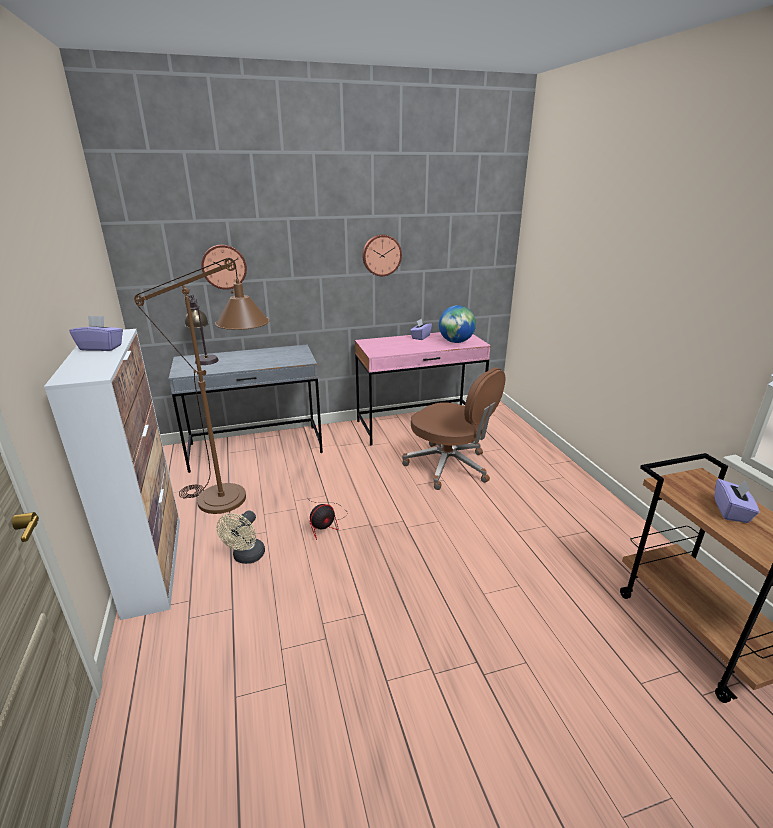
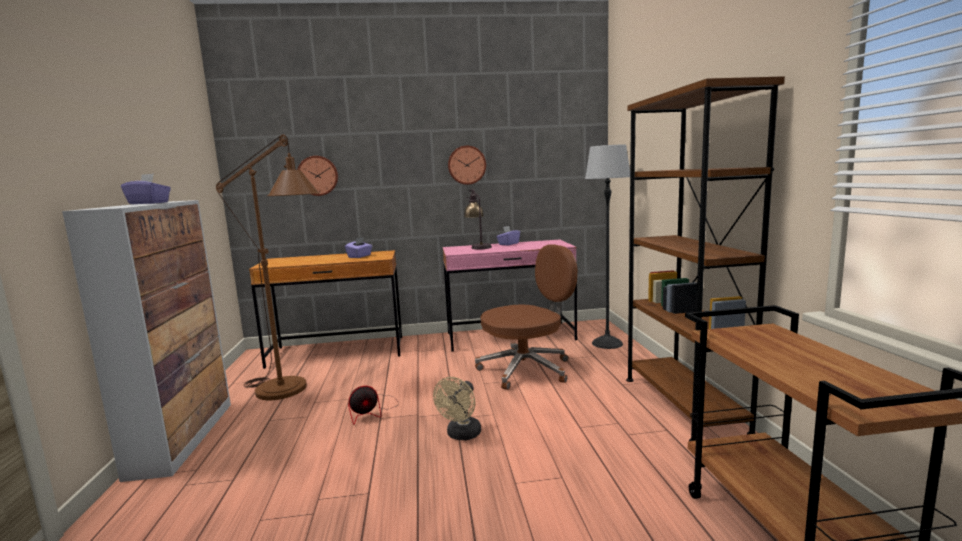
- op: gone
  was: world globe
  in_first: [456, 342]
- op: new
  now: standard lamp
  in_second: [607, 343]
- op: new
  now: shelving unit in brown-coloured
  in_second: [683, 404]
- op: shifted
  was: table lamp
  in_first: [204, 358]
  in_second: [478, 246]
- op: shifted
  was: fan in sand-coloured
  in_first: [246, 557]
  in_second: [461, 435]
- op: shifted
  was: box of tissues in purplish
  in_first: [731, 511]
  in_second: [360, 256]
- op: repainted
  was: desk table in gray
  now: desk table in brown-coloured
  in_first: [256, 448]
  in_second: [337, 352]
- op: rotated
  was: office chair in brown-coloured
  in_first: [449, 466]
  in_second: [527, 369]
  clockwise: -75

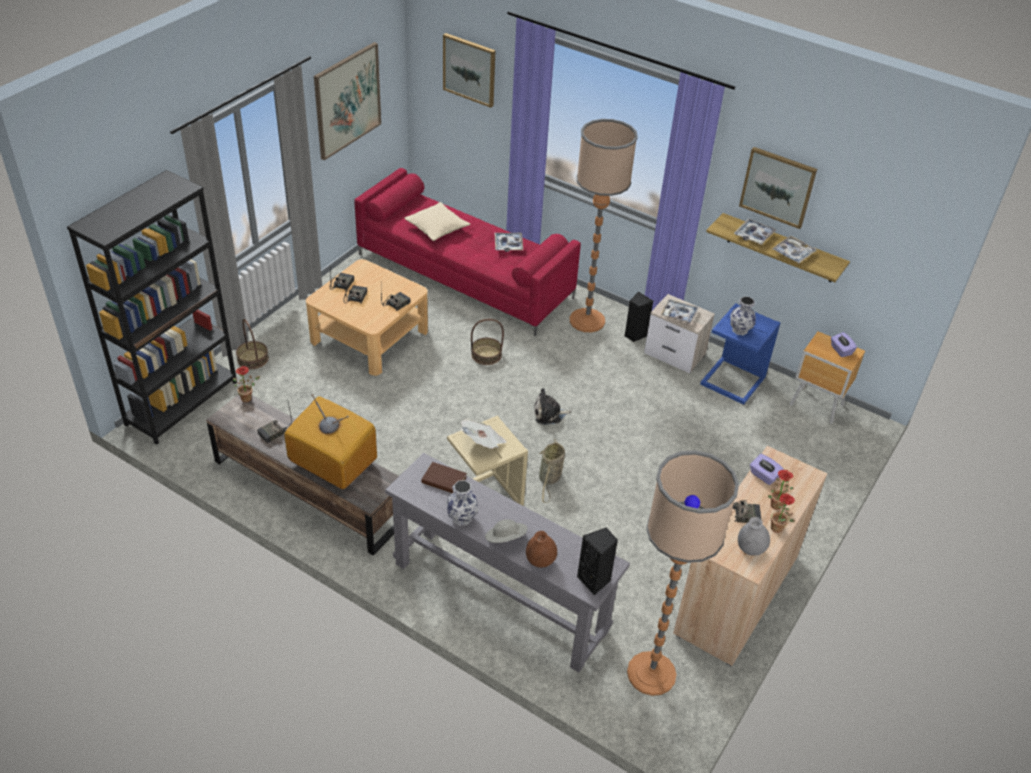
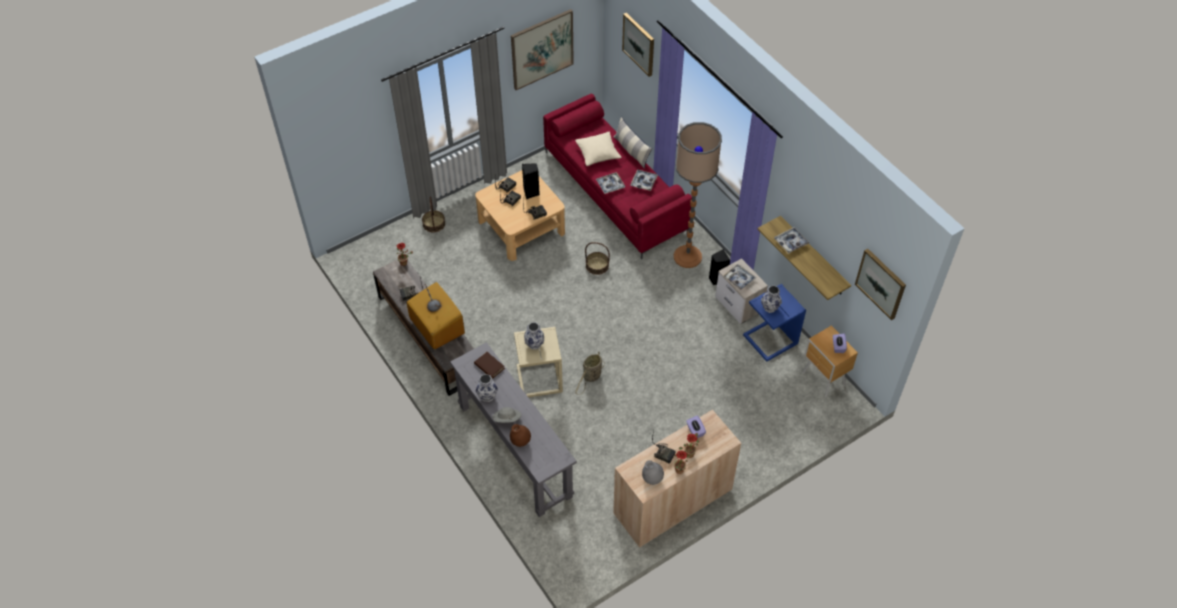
- op: gone
  was: shelving unit in black
  in_first: [182, 403]
- op: gone
  was: plush toy
  in_first: [549, 414]
- op: gone
  was: standard lamp
  in_first: [651, 674]
- op: new
  now: throw pillow
  in_second: [631, 151]
- op: shifted
  was: speaker in black
  in_first: [595, 581]
  in_second: [531, 193]
- op: shifted
  was: wall picture
  in_first: [778, 187]
  in_second: [881, 283]
- op: shifted
  was: carrying tray
  in_first: [793, 253]
  in_second: [610, 185]
- op: swapped
  was: newspaper
  now: decorative vase
  in_first: [483, 442]
  in_second: [535, 344]

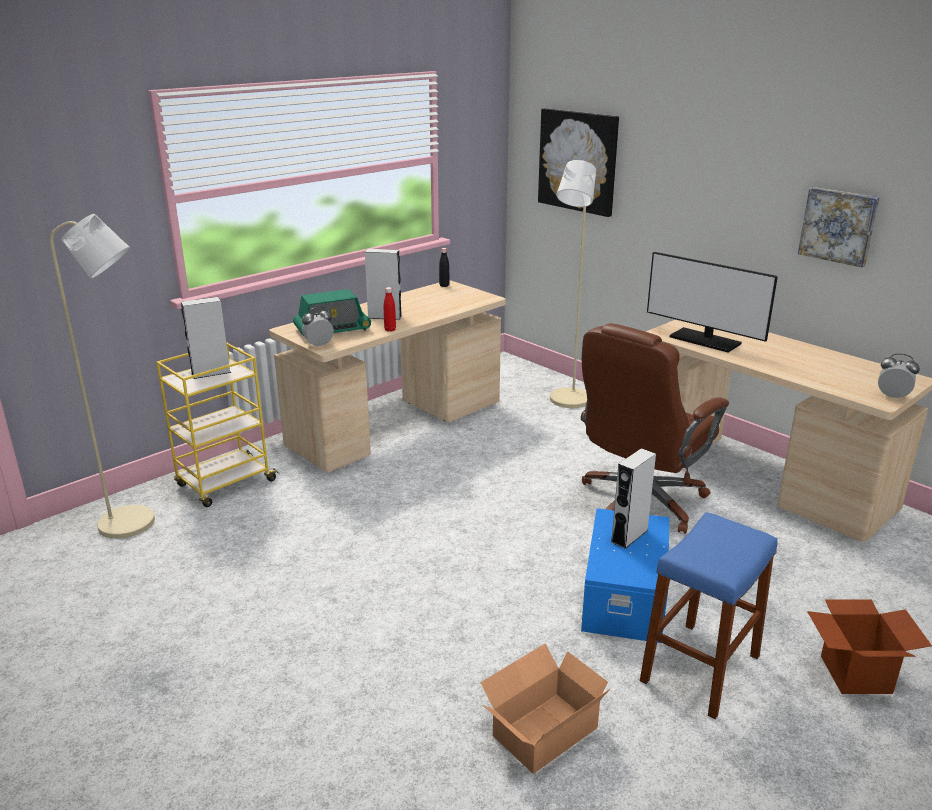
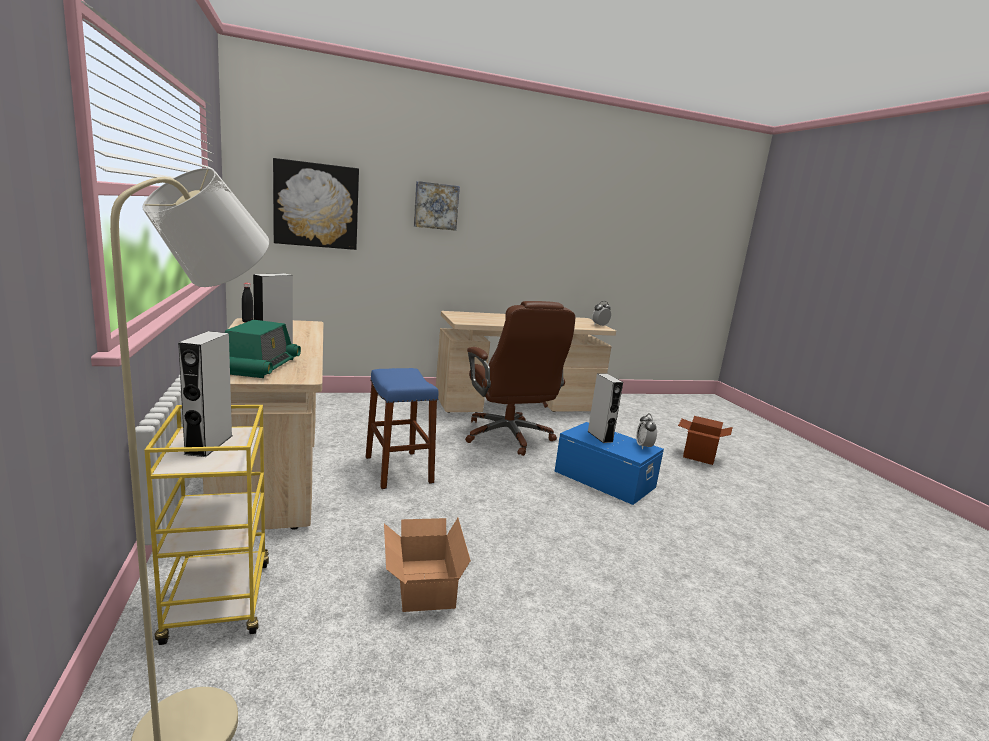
- op: gone
  was: beverage bottle in reddish
  in_first: [390, 330]
- op: gone
  was: standard lamp in sand-coloured
  in_first: [567, 402]
- op: gone
  was: computer display
  in_first: [705, 340]
- op: shifted
  was: bedside clock
  in_first: [319, 345]
  in_second: [644, 446]
- op: shifted
  was: packing box
  in_first: [540, 730]
  in_second: [422, 585]
- op: shifted
  was: stool in bluish
  in_first: [700, 668]
  in_second: [398, 469]
- op: shifted
  was: wall picture
  in_first: [839, 226]
  in_second: [436, 206]

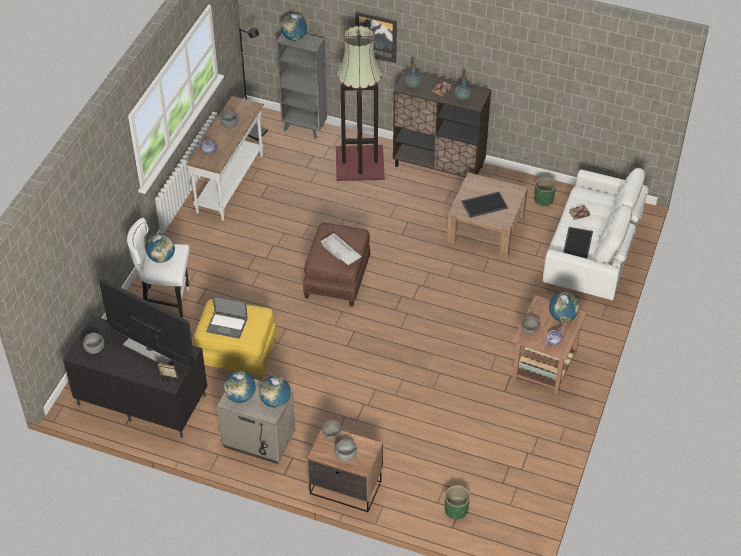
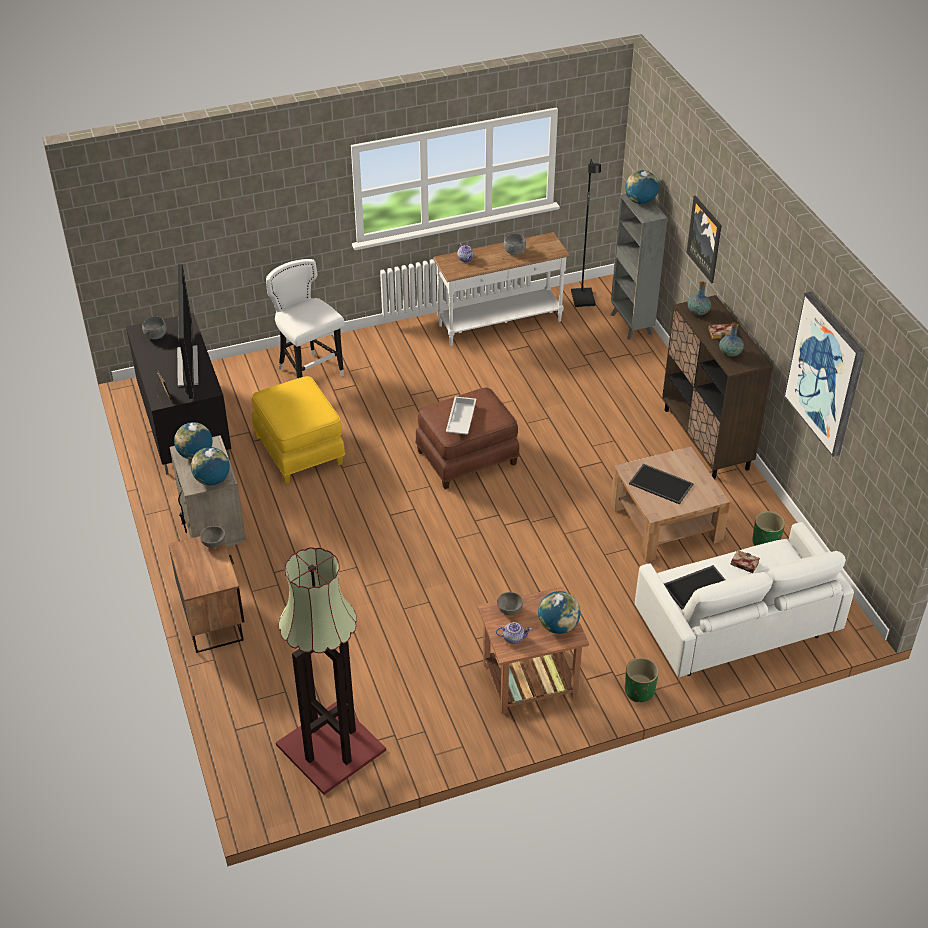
- op: gone
  was: world globe
  in_first: [161, 258]
- op: gone
  was: laptop
  in_first: [227, 325]
- op: gone
  was: deep dish in gray
  in_first: [346, 455]
- op: new
  now: wall picture
  in_second: [825, 373]
- op: shifted
  was: standard lamp
  in_first: [360, 164]
  in_second: [330, 749]
- op: shifted
  was: plant pot in greenish
  in_first: [456, 510]
  in_second: [639, 691]

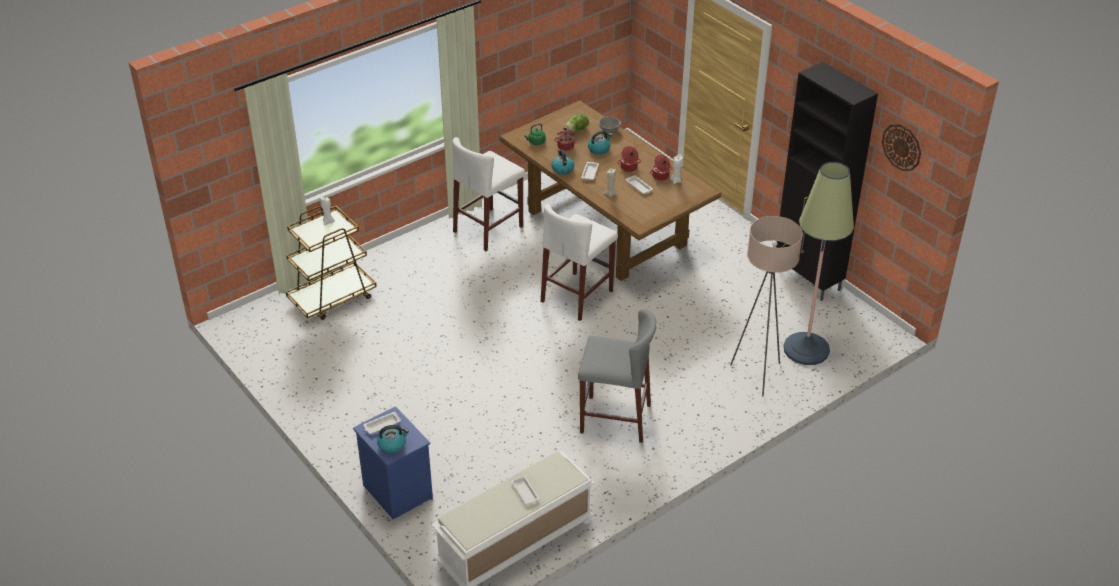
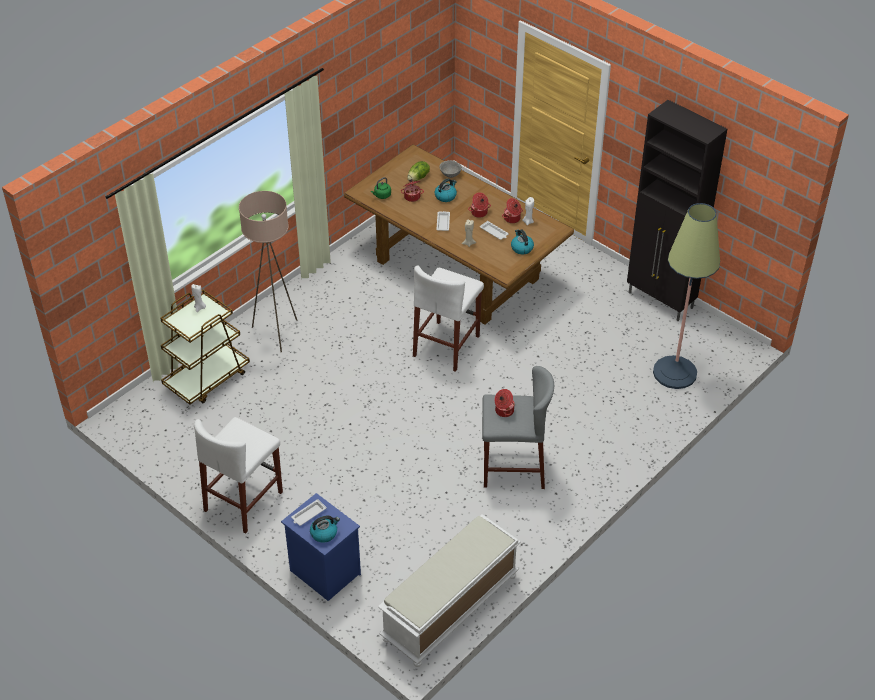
- op: gone
  was: carrying tray in whitish
  in_first: [525, 492]
- op: gone
  was: wall clock
  in_first: [901, 147]
- op: new
  now: stockpot
  in_second: [503, 411]
- op: shifted
  was: stool in whitish
  in_first: [488, 229]
  in_second: [243, 501]
- op: shifted
  was: tea kettle
  in_first: [562, 169]
  in_second: [521, 248]
- op: shifted
  was: standard lamp in sand-coloured
  in_first: [757, 375]
  in_second: [276, 333]

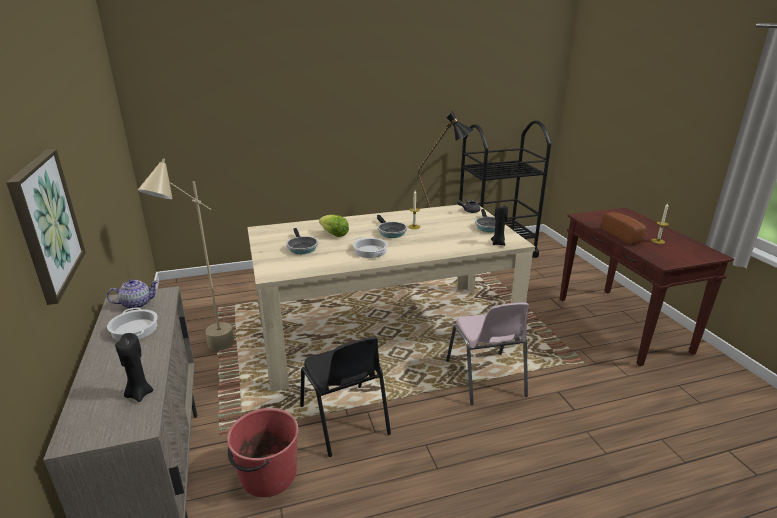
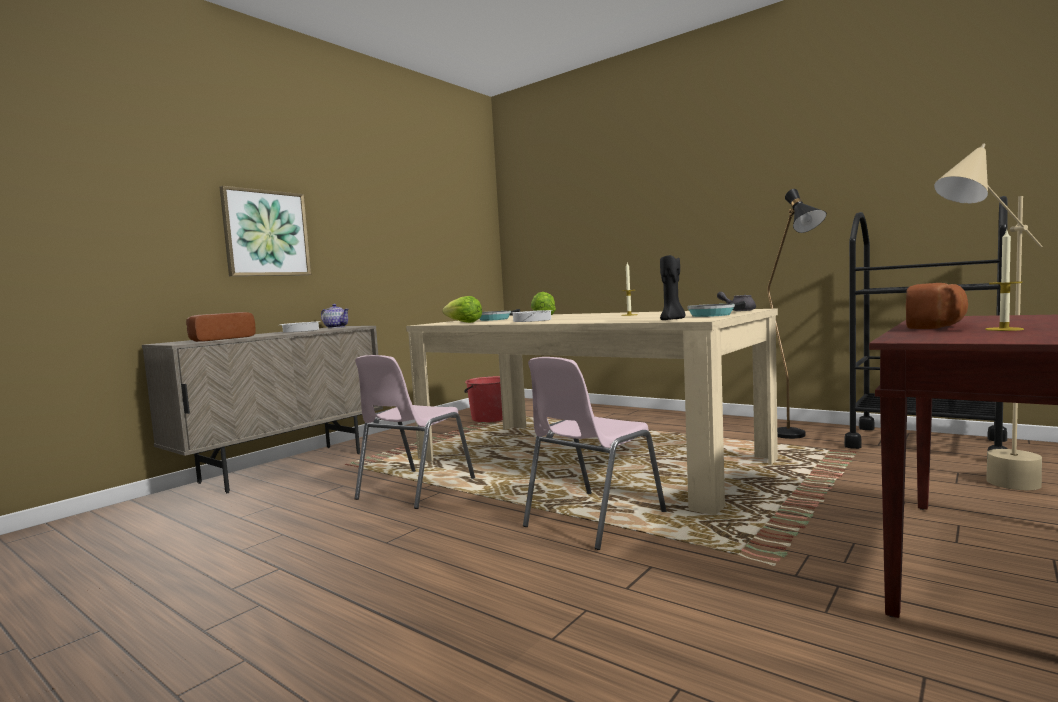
- op: gone
  was: skillet
  in_first: [390, 232]
- op: new
  now: head of lettuce
  in_second: [464, 322]
- op: shifted
  was: standard lamp in sand-coloured
  in_first: [208, 356]
  in_second: [987, 488]
- op: shifted
  was: water bucket in reddish
  in_first: [267, 475]
  in_second: [489, 418]
- op: swapped
  was: wax light in black
  now: bakery bread
  in_first: [139, 394]
  in_second: [220, 339]
- op: repainted
  was: chair in black
  now: chair in pink-coloured
  in_first: [345, 420]
  in_second: [414, 489]

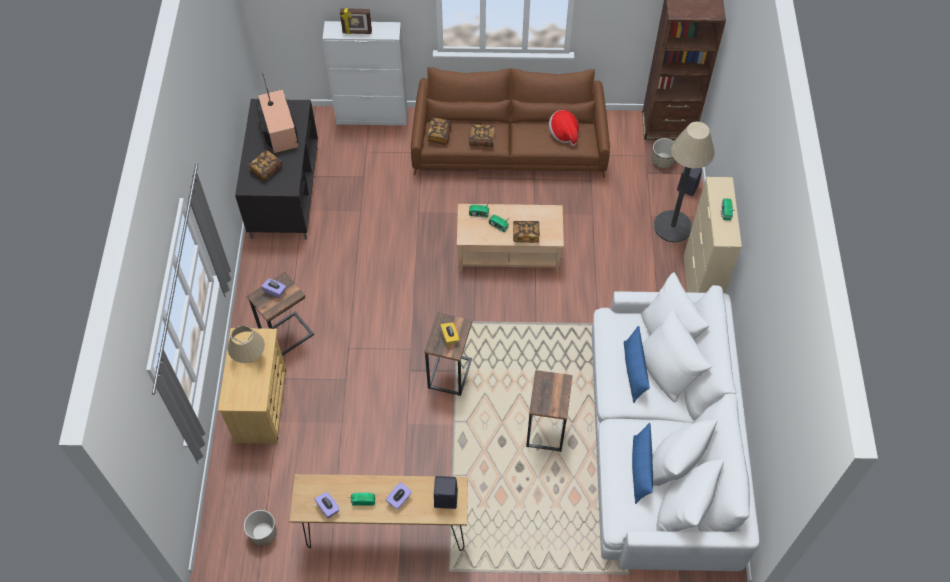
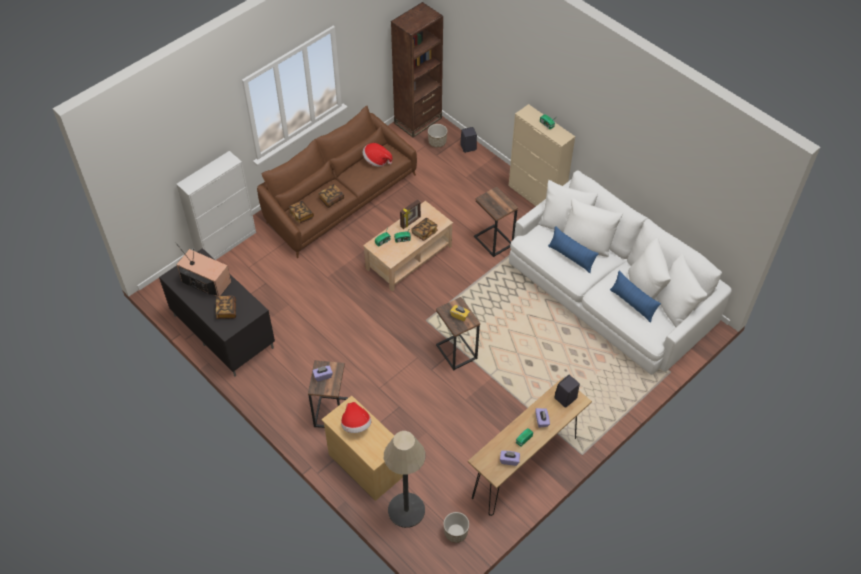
- op: shifted
  was: photo frame
  in_first: [357, 32]
  in_second: [410, 222]
- op: shifted
  was: accent table
  in_first: [545, 429]
  in_second: [493, 241]
- op: shifted
  was: standard lamp
  in_first: [672, 226]
  in_second: [406, 510]
- op: swapped
  was: table lamp in sand-coloured
  now: clothing hat
  in_first: [250, 357]
  in_second: [356, 425]

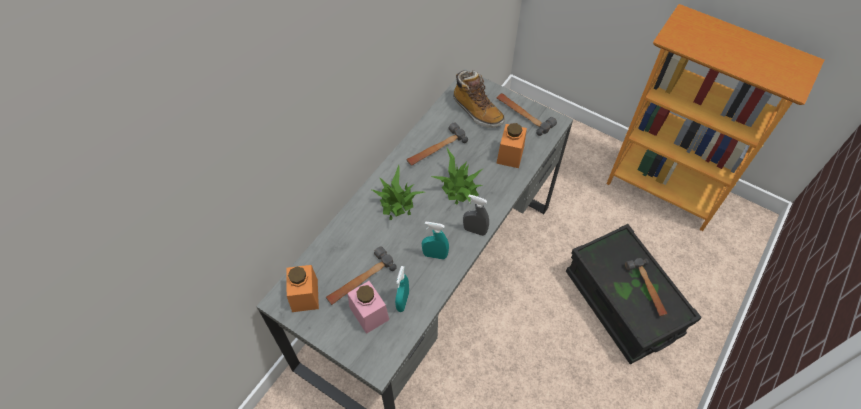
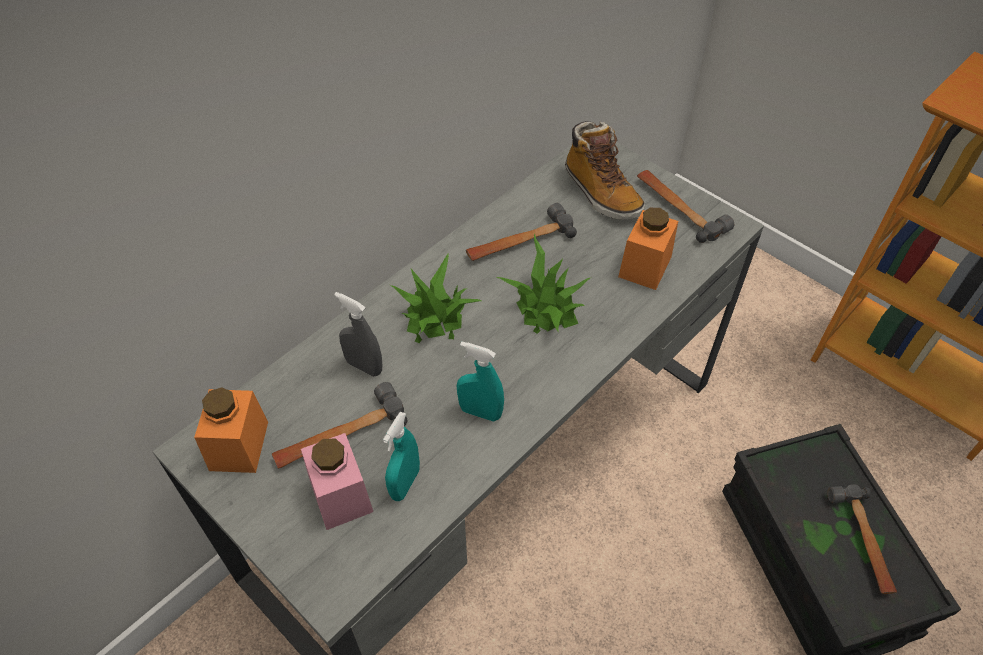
- op: shifted
  was: spray bottle in gray
  in_first: [474, 230]
  in_second: [364, 366]

